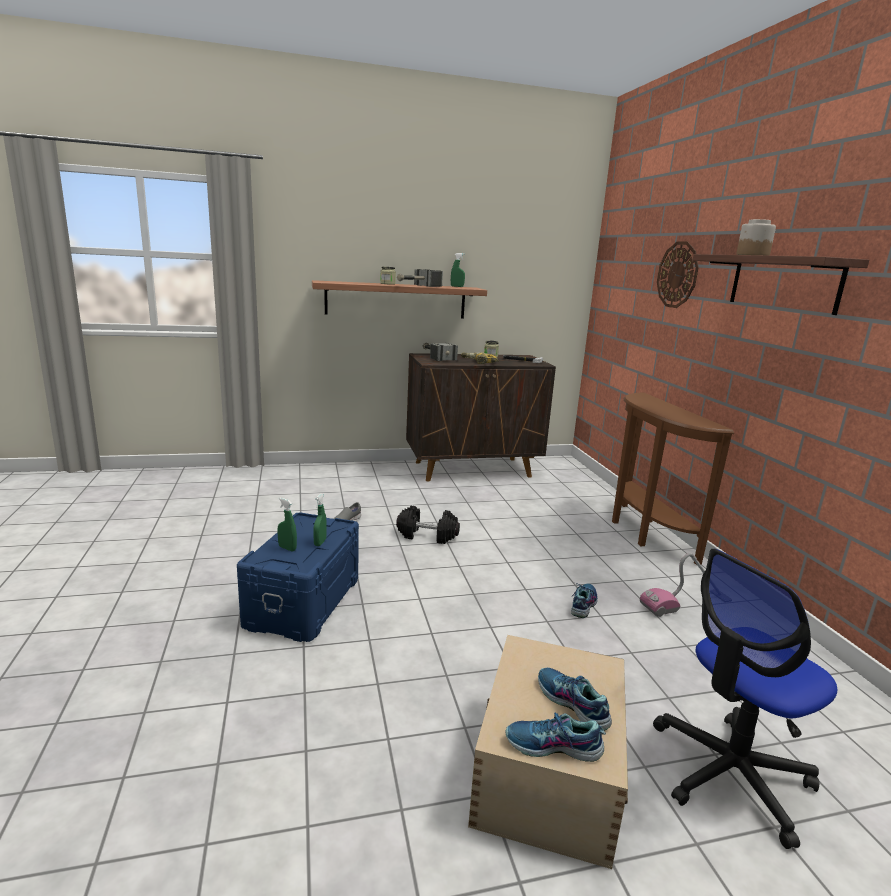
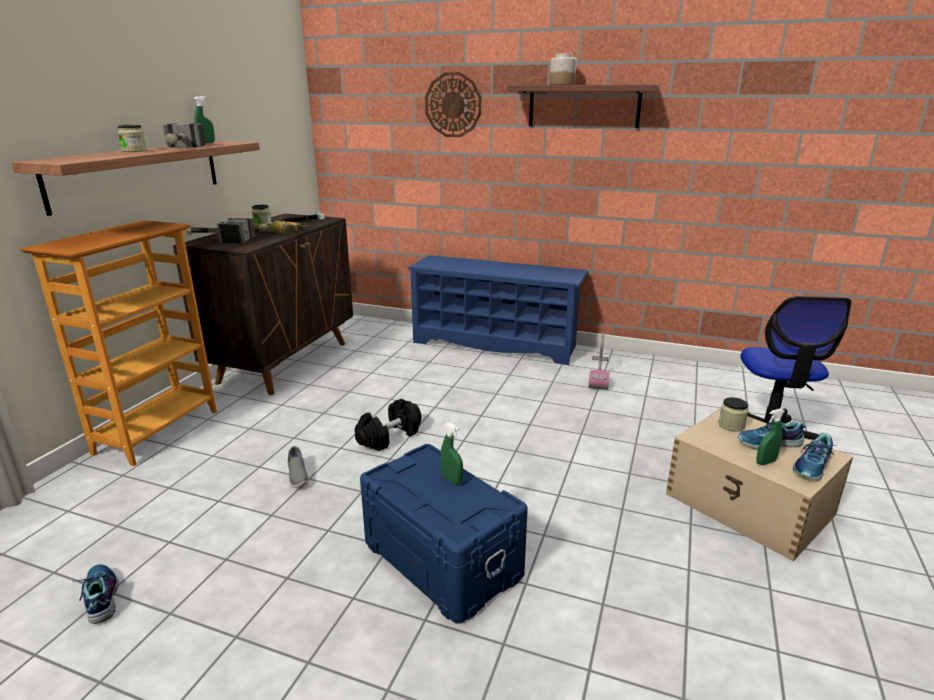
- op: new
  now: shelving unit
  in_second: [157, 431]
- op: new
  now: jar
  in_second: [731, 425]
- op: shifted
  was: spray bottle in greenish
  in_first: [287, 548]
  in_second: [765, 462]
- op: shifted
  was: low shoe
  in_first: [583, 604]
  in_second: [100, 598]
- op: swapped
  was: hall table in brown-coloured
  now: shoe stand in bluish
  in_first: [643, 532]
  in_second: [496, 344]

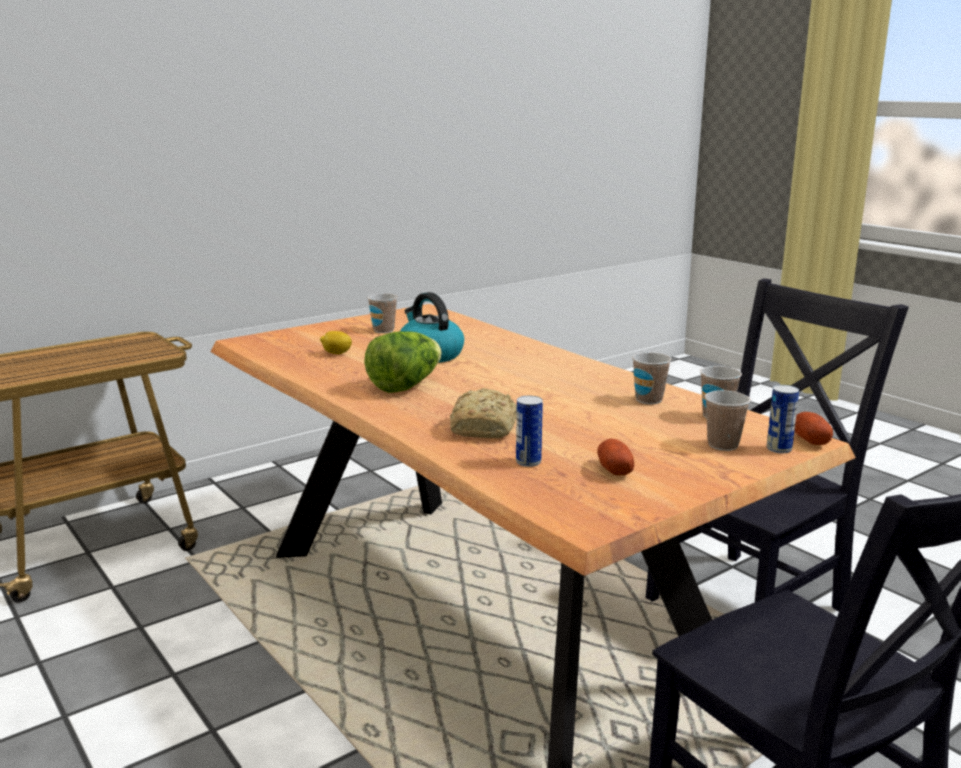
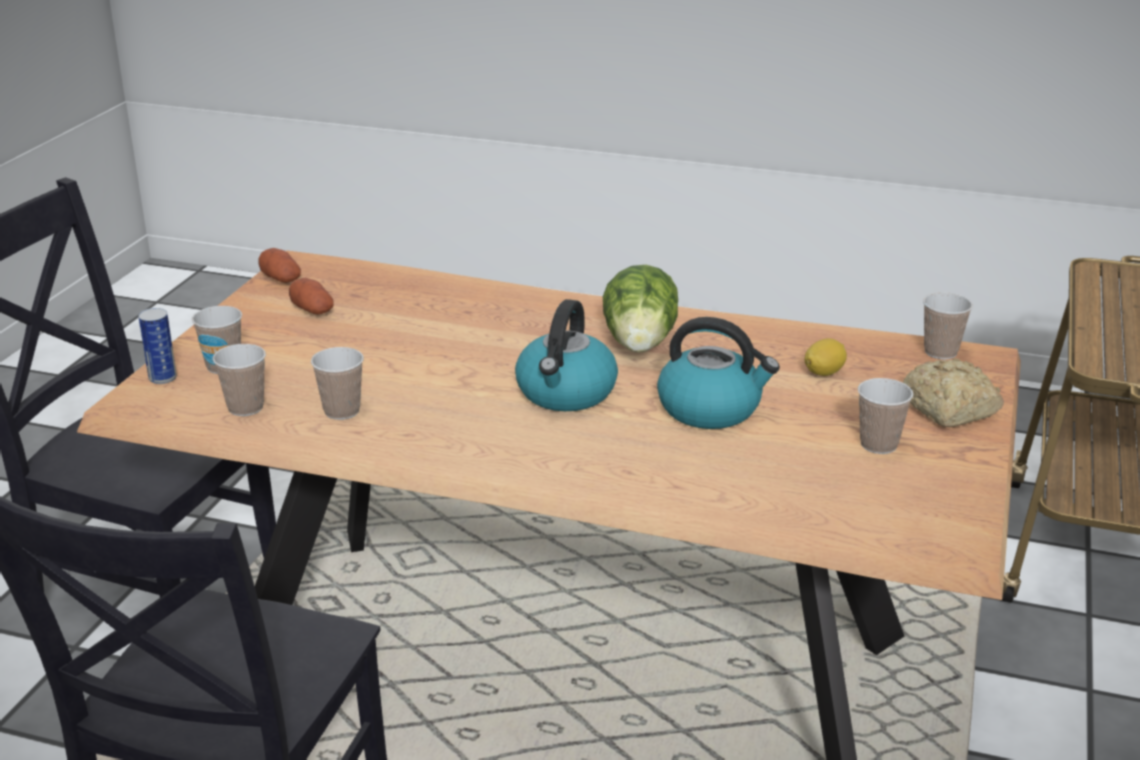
- op: gone
  was: metal can
  in_first: [528, 462]
- op: new
  now: tea kettle
  in_second: [566, 393]
- op: new
  now: drinking cup
  in_second: [940, 352]
- op: shifted
  was: bakery bread
  in_first: [485, 428]
  in_second: [949, 410]
- op: shifted
  was: potato
  in_first: [809, 440]
  in_second: [281, 278]

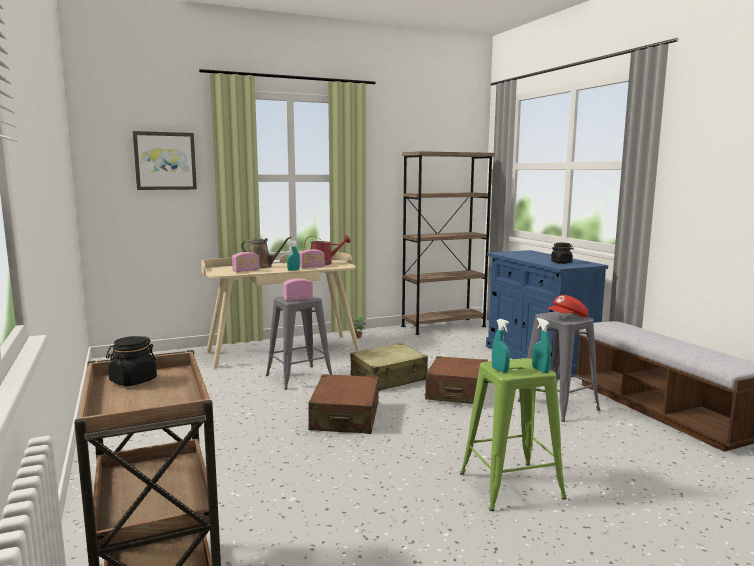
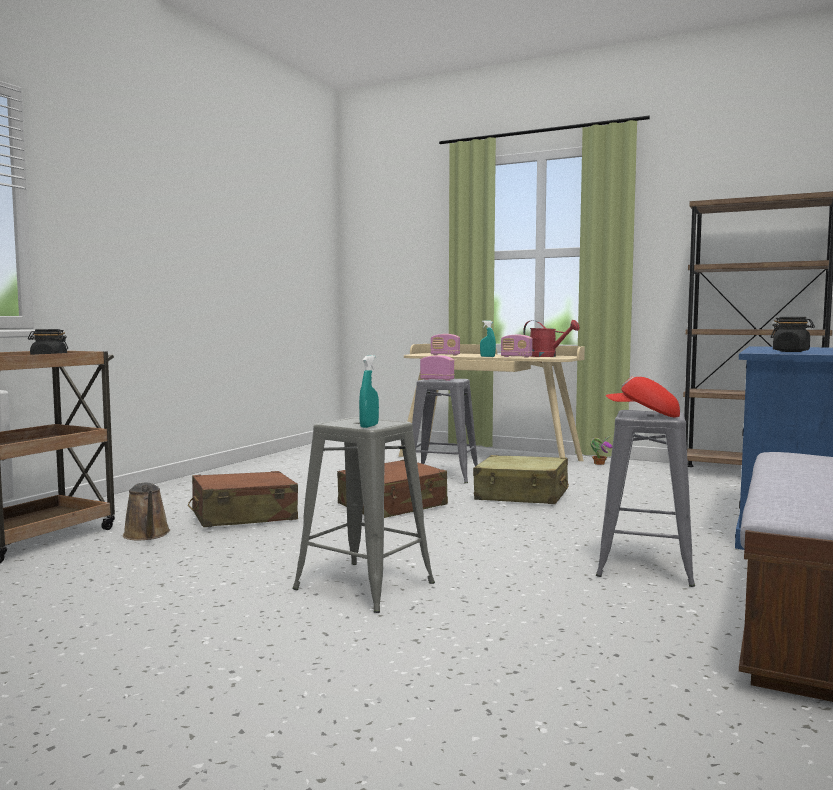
- op: gone
  was: wall picture
  in_first: [165, 161]
- op: gone
  was: spray bottle in blue-green
  in_first: [500, 370]
- op: shifted
  was: watering pot in brown-coloured
  in_first: [262, 266]
  in_second: [147, 535]
- op: shifted
  was: suitcase in brown-coloured
  in_first: [457, 392]
  in_second: [243, 516]
- op: repainted
  was: stool in greenish
  now: stool in gray
  in_first: [512, 486]
  in_second: [365, 586]

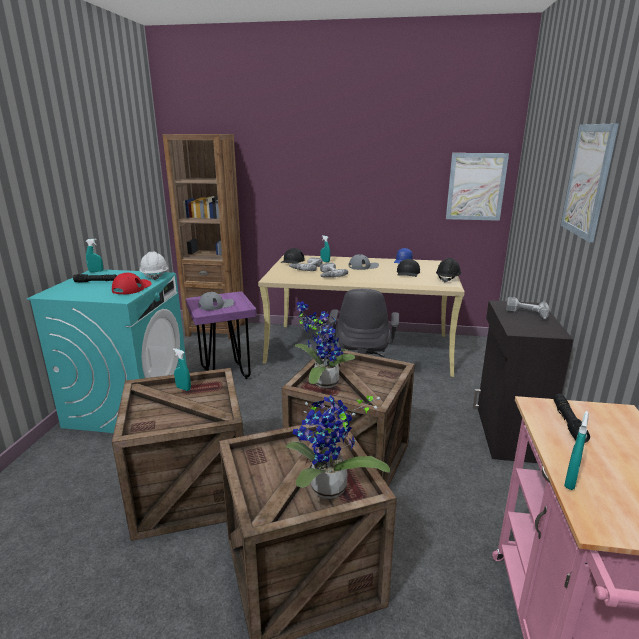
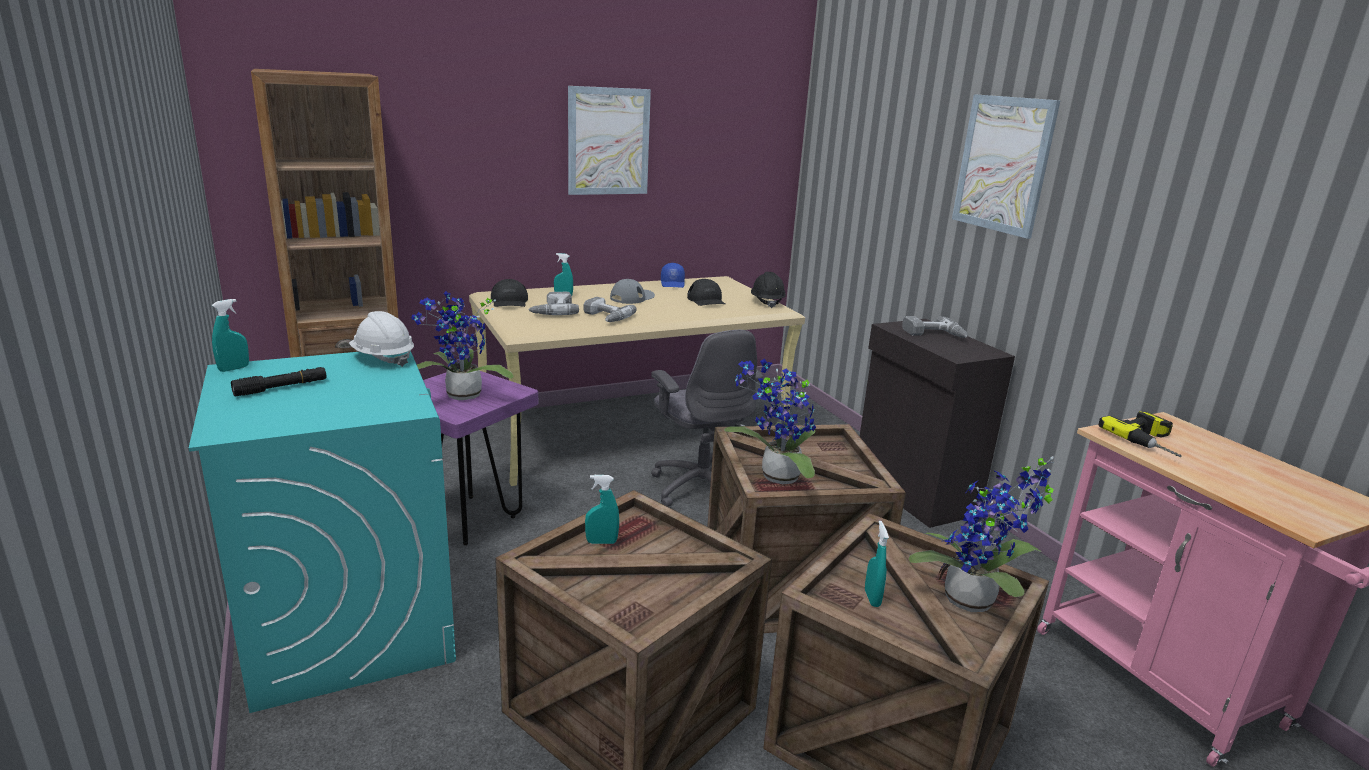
- op: gone
  was: baseball cap in reddish
  in_first: [132, 288]
- op: shifted
  was: wall picture
  in_first: [476, 187]
  in_second: [608, 141]
- op: shifted
  was: spray bottle in blue-green
  in_first: [570, 481]
  in_second: [872, 598]
- op: swapped
  was: baseball cap in gray
  now: houseplant
  in_first: [216, 305]
  in_second: [461, 397]
- op: swapped
  was: torch in black
  now: drill
  in_first: [568, 422]
  in_second: [1152, 442]

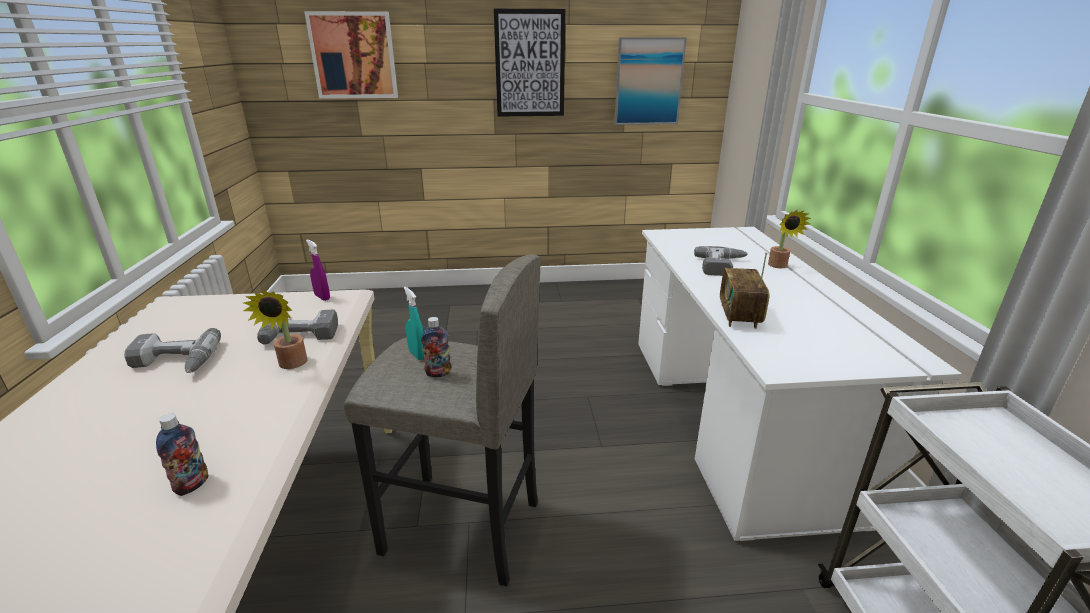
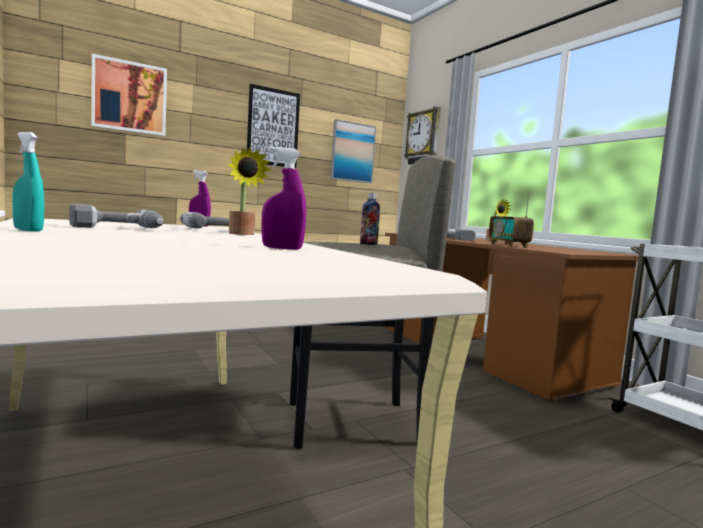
- op: new
  now: wall clock
  in_second: [423, 137]
- op: shifted
  was: spray bottle in blue-green
  in_first: [417, 354]
  in_second: [28, 230]
- op: swapped
  was: beverage bottle
  now: spray bottle in purplish
  in_first: [192, 485]
  in_second: [282, 248]
- op: repainted
  was: desk table in whitish
  now: desk table in brown-coloured
  in_first: [733, 417]
  in_second: [483, 354]

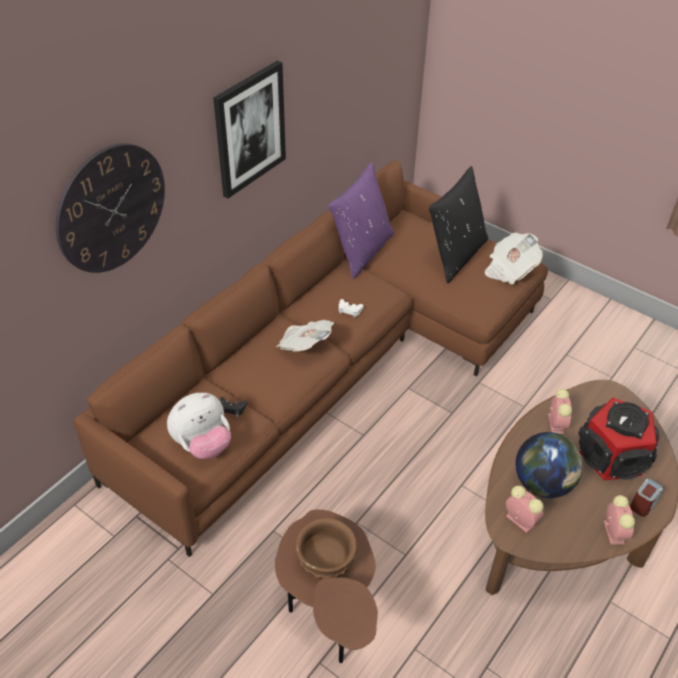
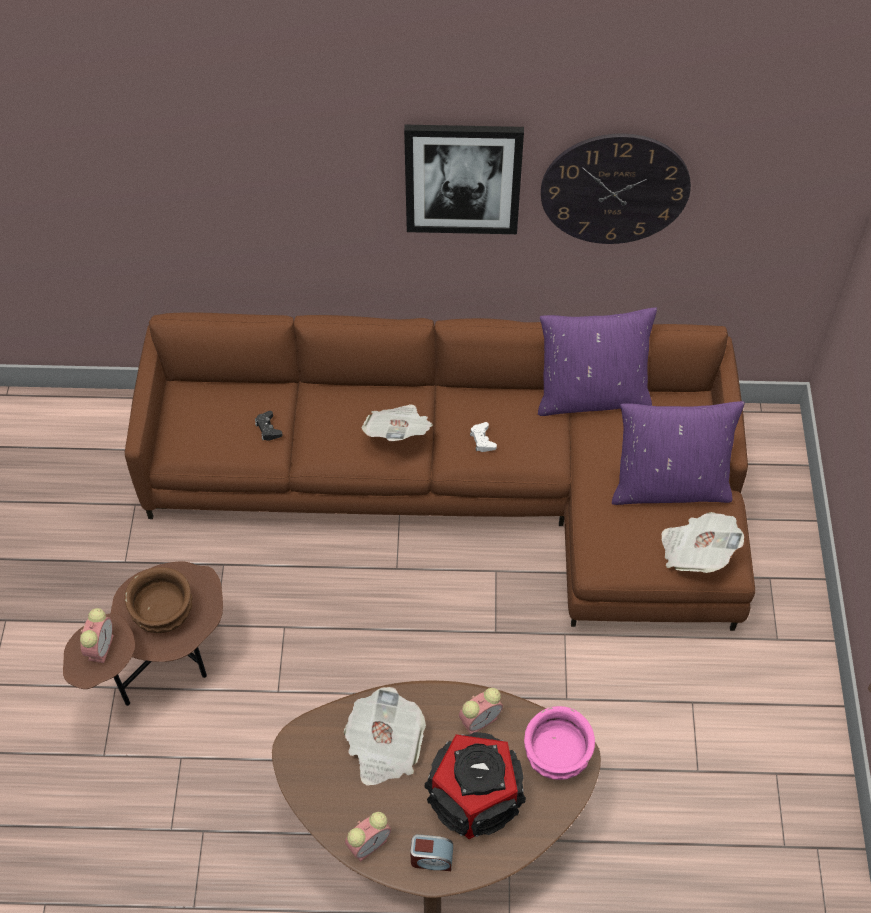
- op: gone
  was: plush toy
  in_first: [203, 444]
- op: new
  now: deep dish in pink-coloured
  in_second: [556, 755]
- op: shifted
  was: wall clock
  in_first: [111, 208]
  in_second: [615, 189]
- op: shifted
  was: bedside clock
  in_first: [519, 519]
  in_second: [101, 646]
- op: swapped
  was: world globe
  now: newspaper
  in_first: [543, 483]
  in_second: [384, 747]
- op: repainted
  was: throw pillow in black
  now: throw pillow in purplish
  in_first: [455, 255]
  in_second: [669, 486]

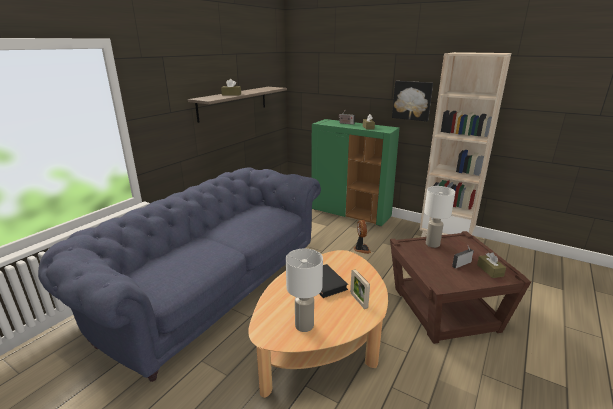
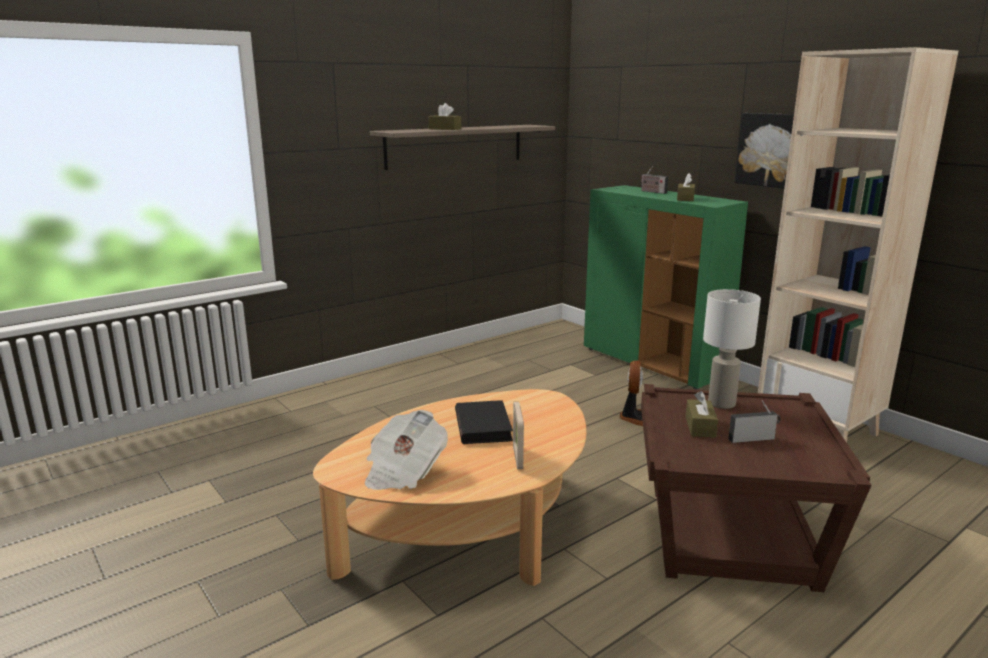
- op: gone
  was: settee in bluish
  in_first: [210, 288]
- op: shifted
  was: box of tissues in brown-coloured
  in_first: [490, 270]
  in_second: [700, 426]
- op: swapped
  was: table lamp in whitish
  now: newspaper
  in_first: [304, 326]
  in_second: [403, 471]

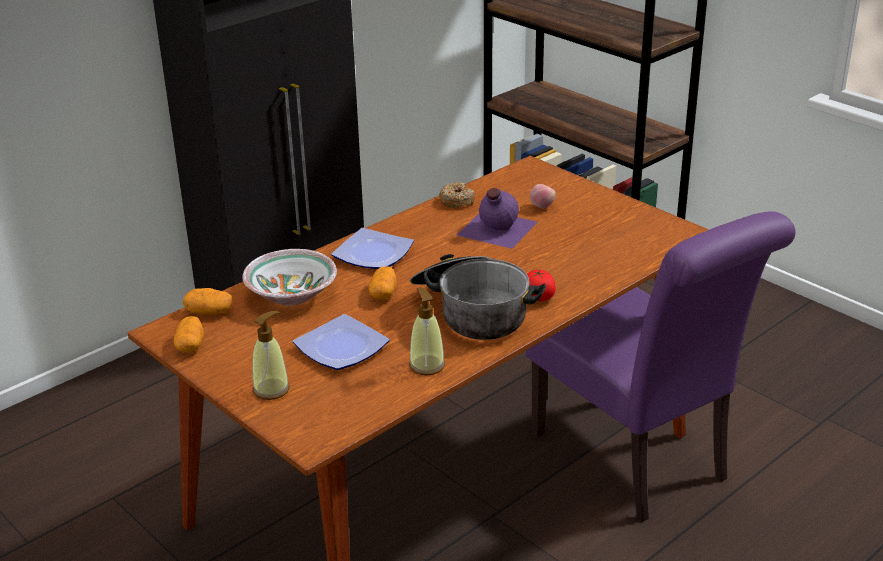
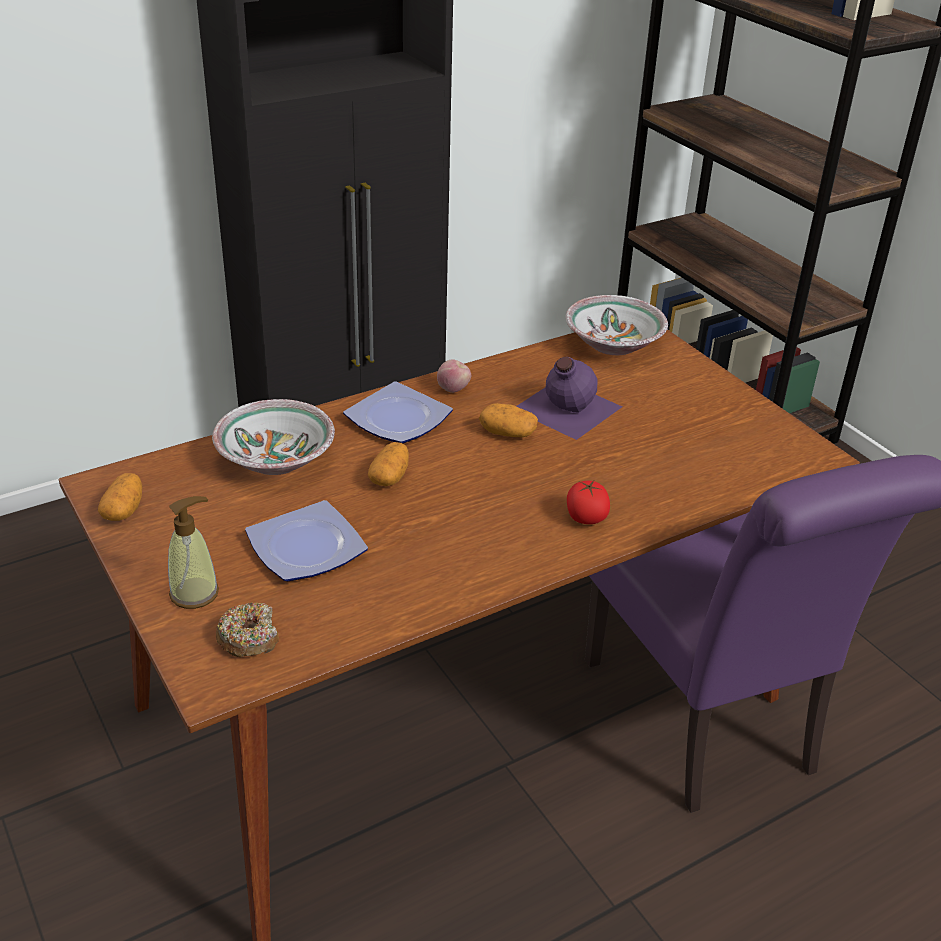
- op: gone
  was: soap bottle
  in_first: [426, 365]
- op: gone
  was: stockpot
  in_first: [472, 312]
- op: new
  now: deep dish
  in_second: [613, 345]
- op: shifted
  was: potato
  in_first: [209, 312]
  in_second: [507, 433]
- op: shifted
  was: doughnut
  in_first: [456, 201]
  in_second: [249, 638]
- op: shifted
  was: apple
  in_first: [542, 206]
  in_second: [453, 389]

